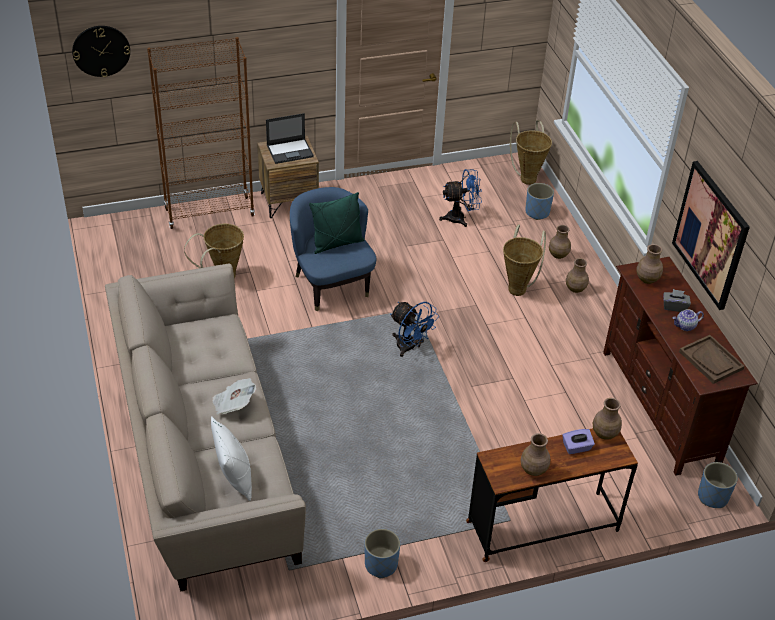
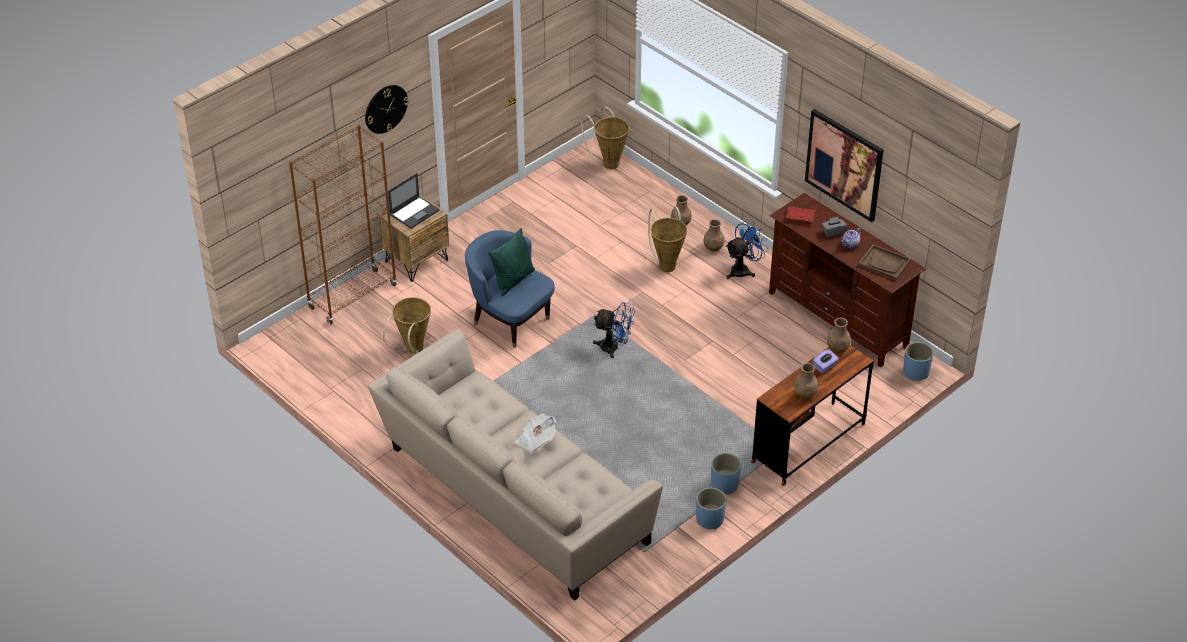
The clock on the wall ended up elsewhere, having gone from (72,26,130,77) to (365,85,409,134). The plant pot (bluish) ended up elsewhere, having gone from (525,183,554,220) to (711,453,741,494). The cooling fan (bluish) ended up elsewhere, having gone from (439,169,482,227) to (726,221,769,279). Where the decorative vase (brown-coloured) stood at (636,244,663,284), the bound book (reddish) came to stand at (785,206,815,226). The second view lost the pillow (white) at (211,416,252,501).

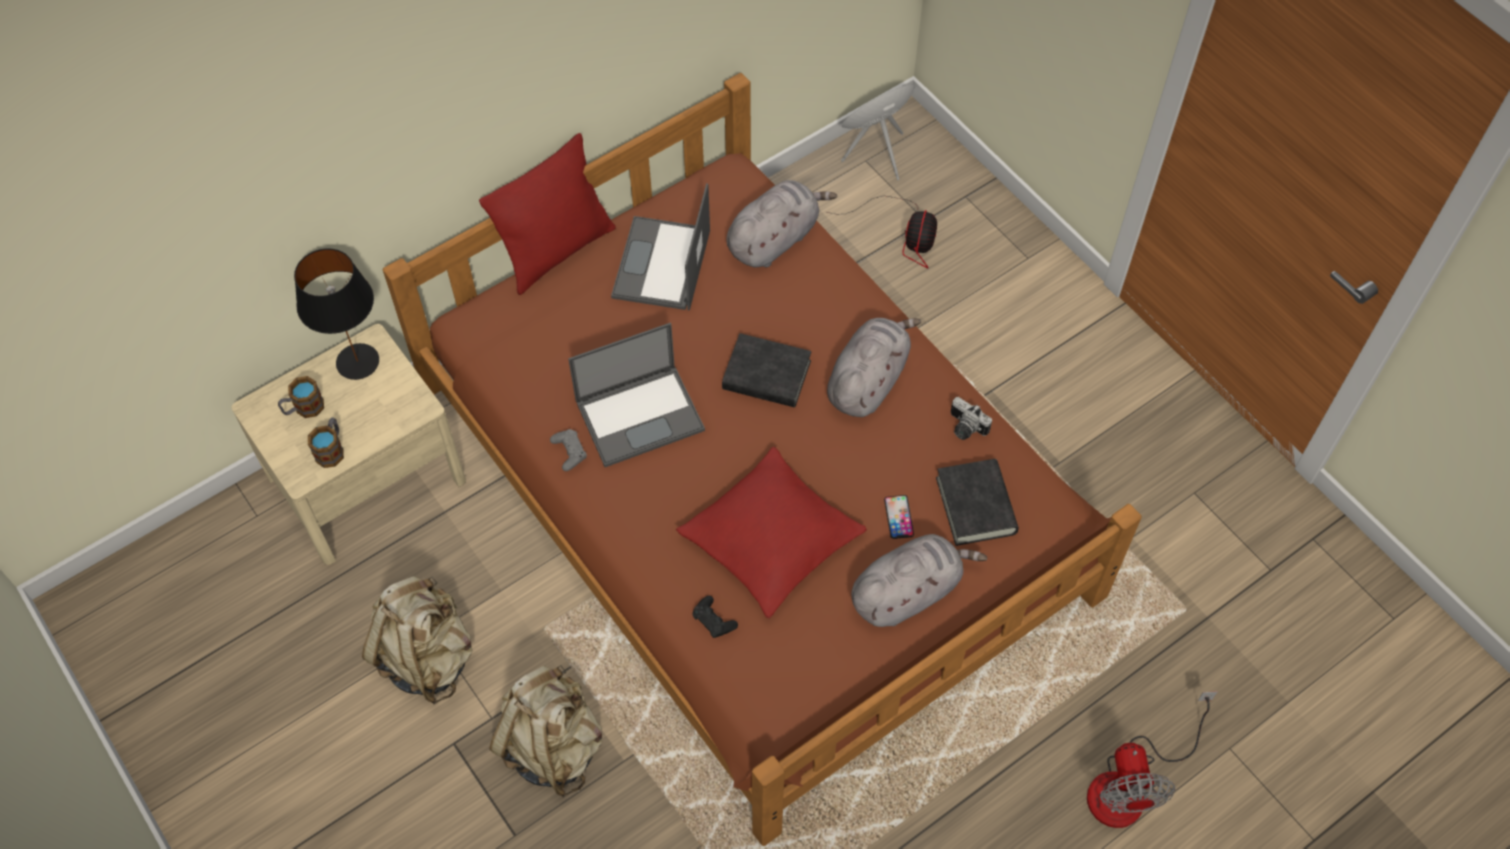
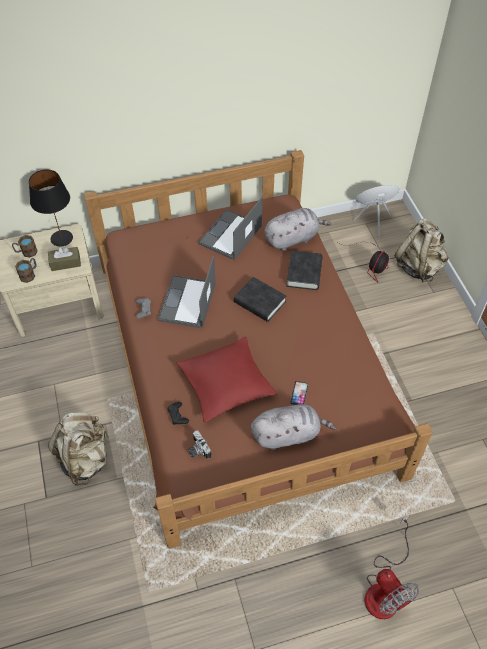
The second view gained the box of tissues (brown-coloured) at (48,247,81,271). The notebook computer at (568,323,705,467) ended up facing another way, 105 degrees clockwise from before. The still camera ended up elsewhere, having gone from (951,397,992,440) to (188,430,211,459). The bound book (black) ended up elsewhere, having gone from (936,459,1019,546) to (286,250,323,290). The cooling fan at (1087,691,1218,828) ended up facing another way, 45 degrees counterclockwise from before. The knapsack (sand-coloured) ended up elsewhere, having gone from (362,576,473,704) to (394,219,449,282). The second view lost the pillow (reddish) at (479,133,615,295). The second view lost the plush toy (greyish) at (827,318,921,417).

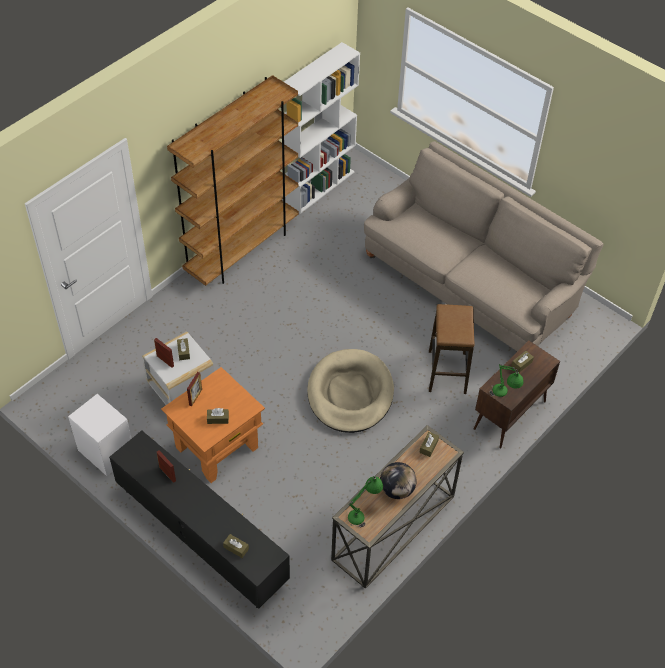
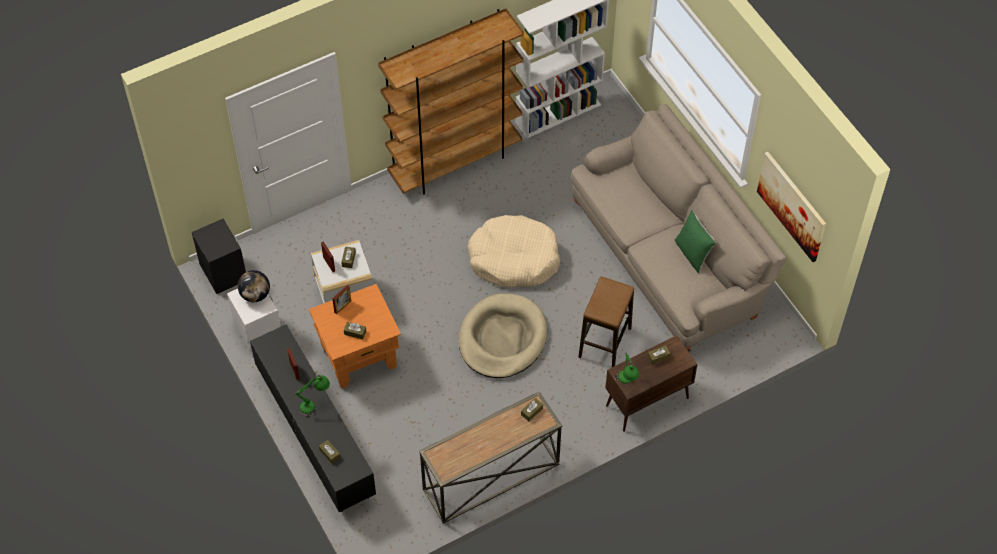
The second view gained the night table (black) at (192,219,246,294). The desk globe ended up elsewhere, having gone from (380,462,417,499) to (238,270,270,302). The lamp for a table (green) ended up elsewhere, having gone from (348,476,383,528) to (295,375,330,417). The second view gained the dog cushion (sand-coloured) at (467,215,560,287). The second view gained the pillow (green) at (675,210,716,273). The second view gained the picture at (757,152,826,262).

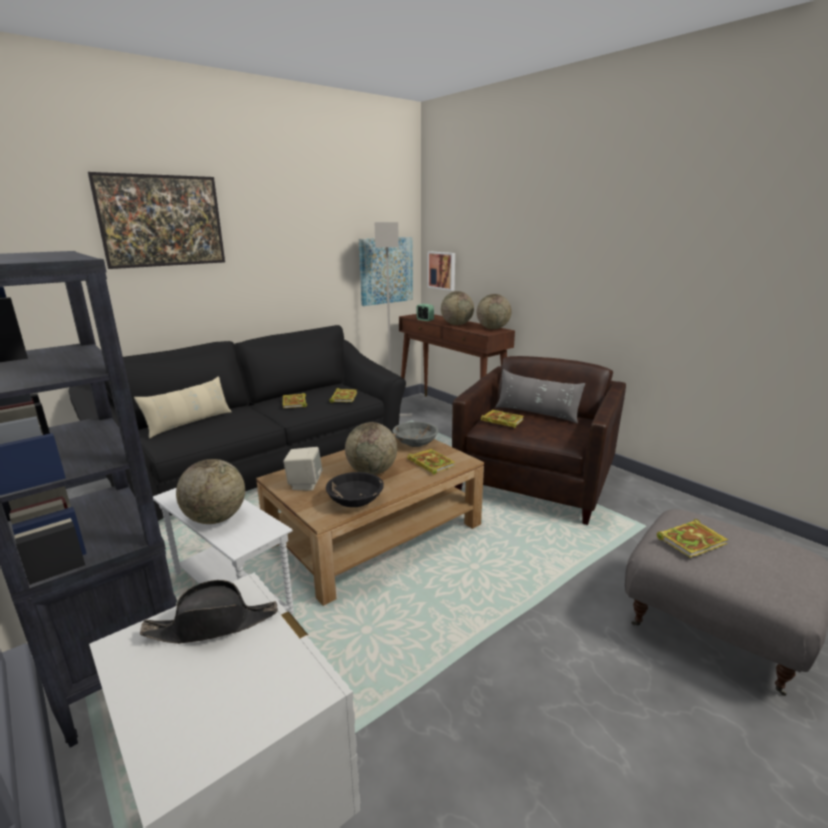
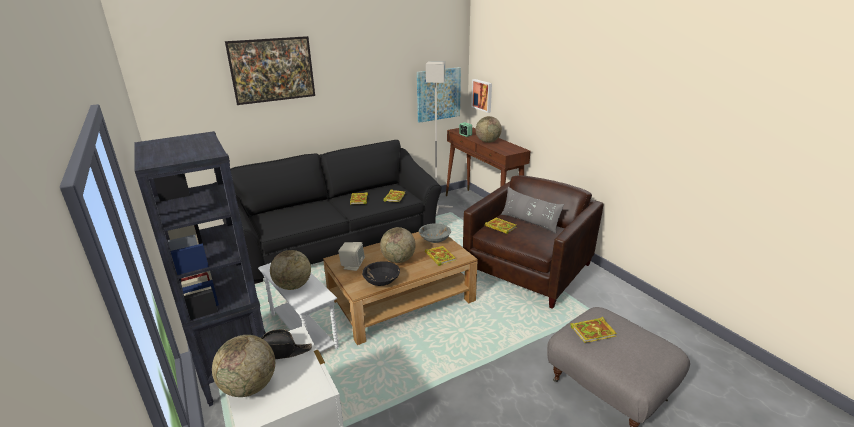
The desk globe ended up elsewhere, having gone from (477,294,512,329) to (212,335,275,397). The second view lost the pillow (sand-coloured) at (134,376,232,439).

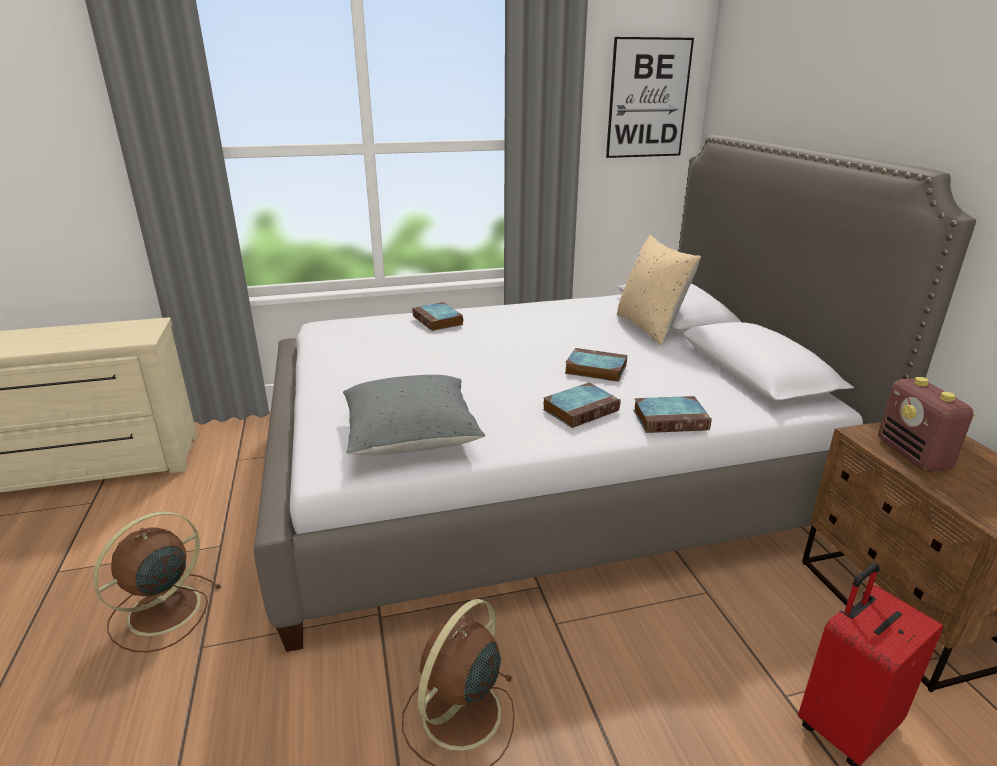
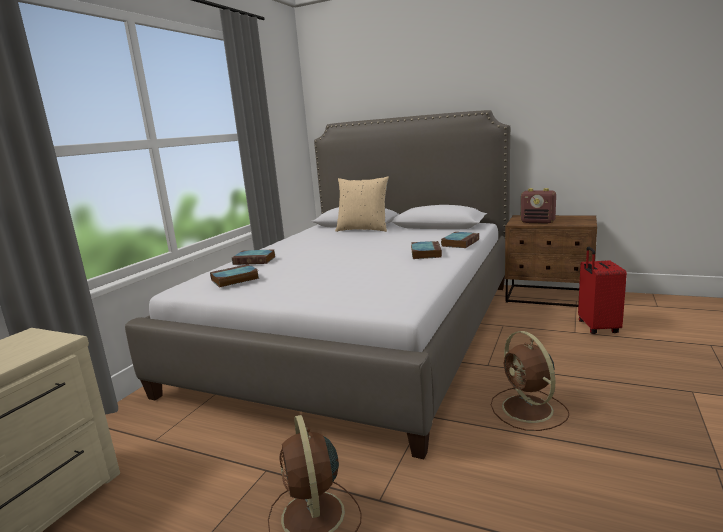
The bound book ended up elsewhere, having gone from (565,348,627,382) to (210,264,259,288). The second view lost the pillow (greyish) at (343,375,485,455). The second view lost the picture at (606,37,694,158).

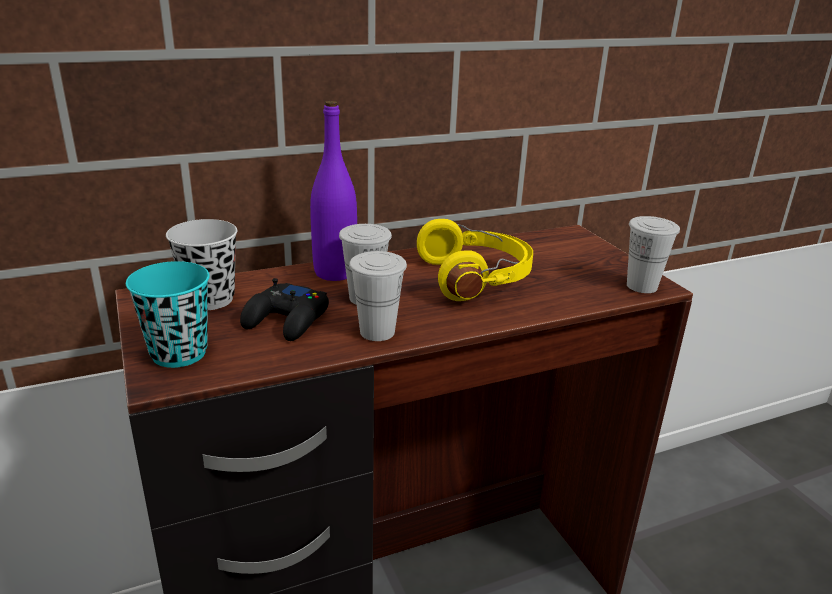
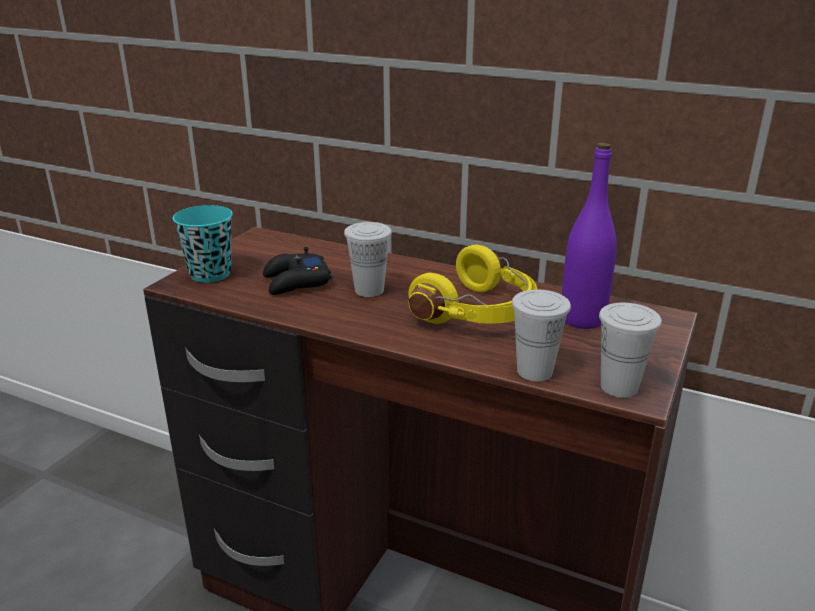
The small cup (white) ended up elsewhere, having gone from (349,251,407,341) to (512,290,571,381). The drink bottle (purplish) ended up elsewhere, having gone from (310,101,357,281) to (562,143,617,329). The second view lost the small cup (black) at (166,219,237,310).

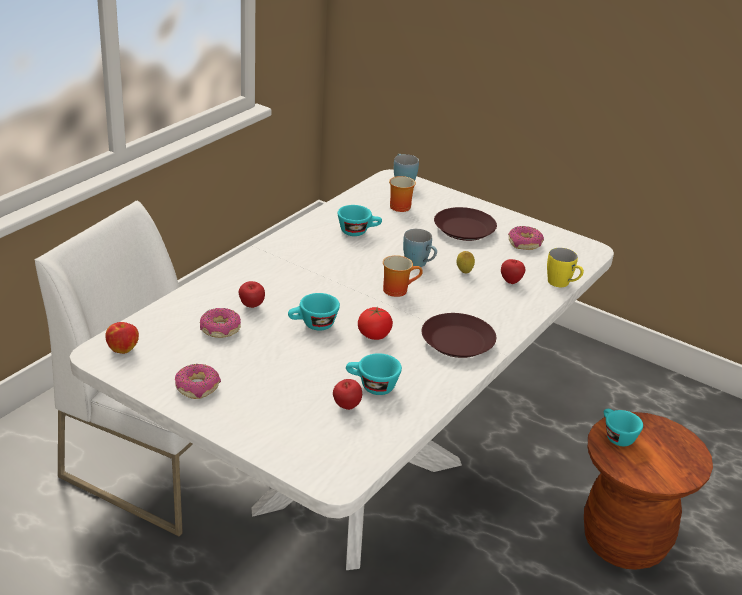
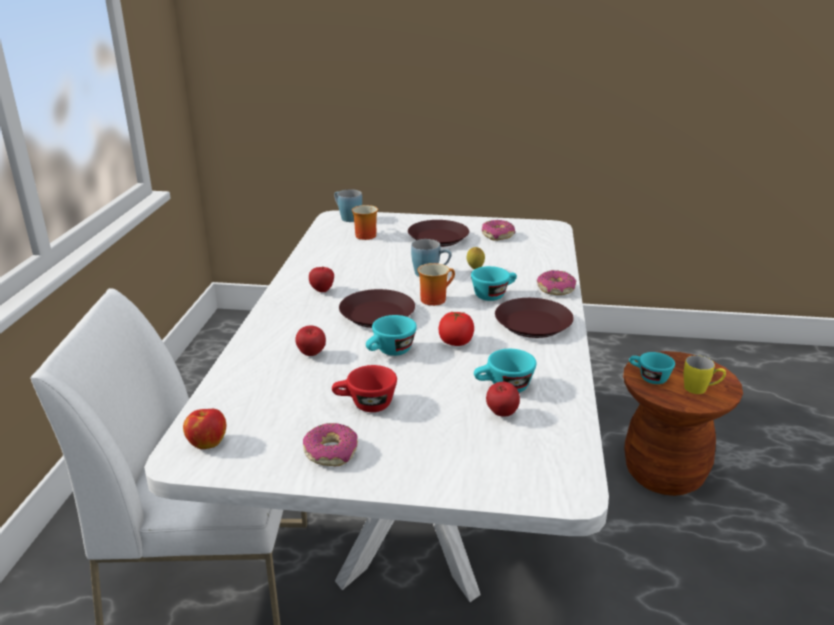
The apple fruit ended up elsewhere, having gone from (501,259,525,284) to (309,266,334,292). The second view gained the small cup (reddish) at (332,365,397,412). The second view gained the dinner plate (brown-coloured) at (339,289,415,328). The small cup (turquoise) ended up elsewhere, having gone from (338,205,382,236) to (471,266,517,301). The ring doughnut ended up elsewhere, having gone from (200,308,241,338) to (537,270,576,295). The mug (yellowish) ended up elsewhere, having gone from (547,248,584,287) to (684,355,726,394).

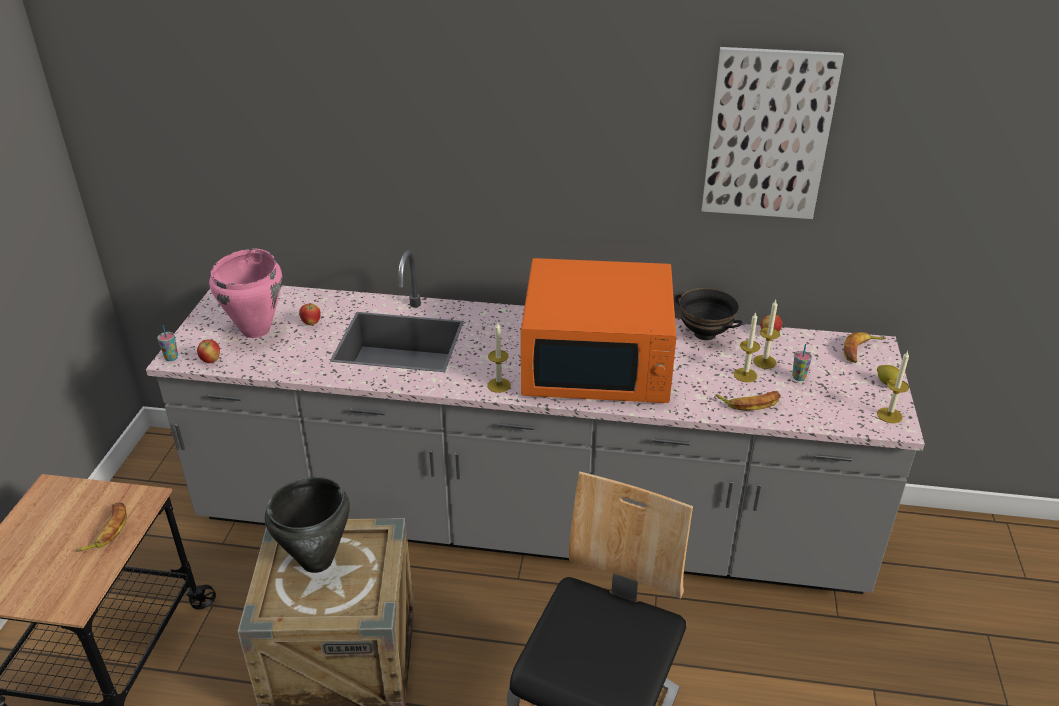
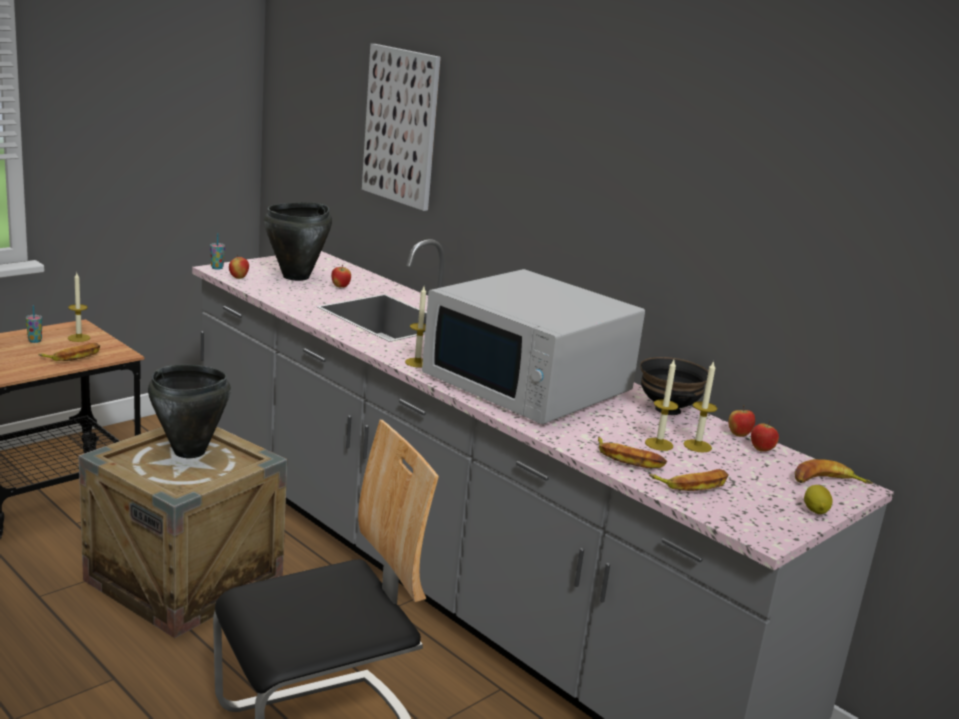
The small cup ended up elsewhere, having gone from (792,344,812,381) to (26,305,42,343). The wax candle ended up elsewhere, having gone from (877,351,909,423) to (68,273,90,342). What was the cooking pot (pink-coloured) at (209,249,282,338) turned into the cooking pot (black) at (264,202,332,281). The picture ended up elsewhere, having gone from (702,47,844,219) to (362,44,441,211). What was the kitchen microwave (orangey) at (521,258,676,403) turned into the kitchen microwave (white) at (422,269,645,424). The second view gained the banana at (649,469,729,491). The second view gained the apple fruit at (751,420,779,452).

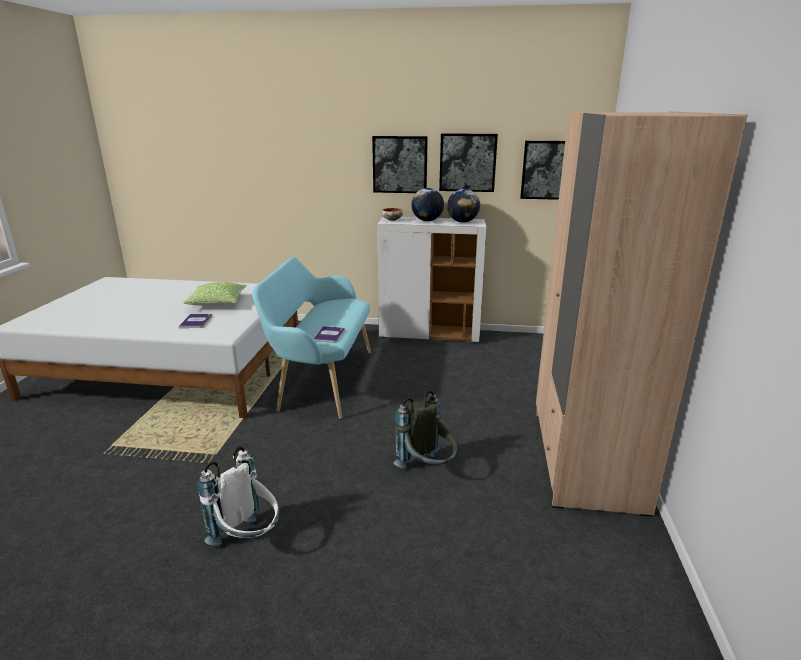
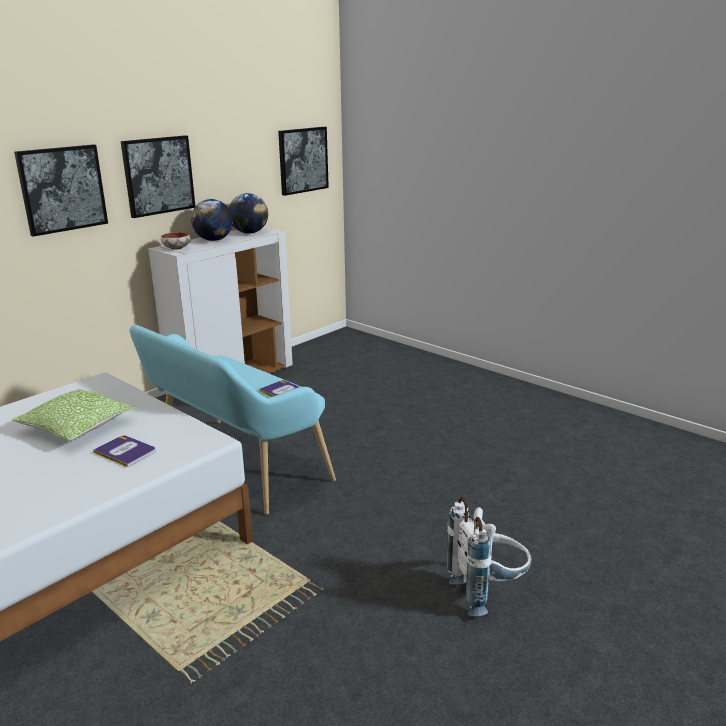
The picture ended up elsewhere, having gone from (439,133,498,192) to (14,145,108,237). The second view lost the knapsack (greyish) at (393,390,457,469). The second view lost the clothes cupboard (sand-coloured) at (536,111,748,516).

